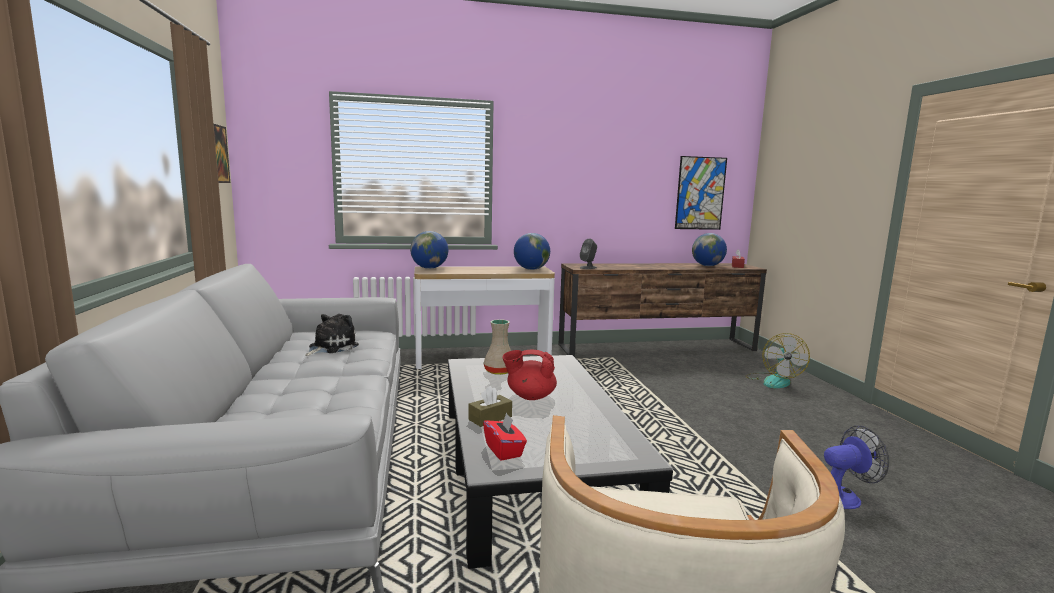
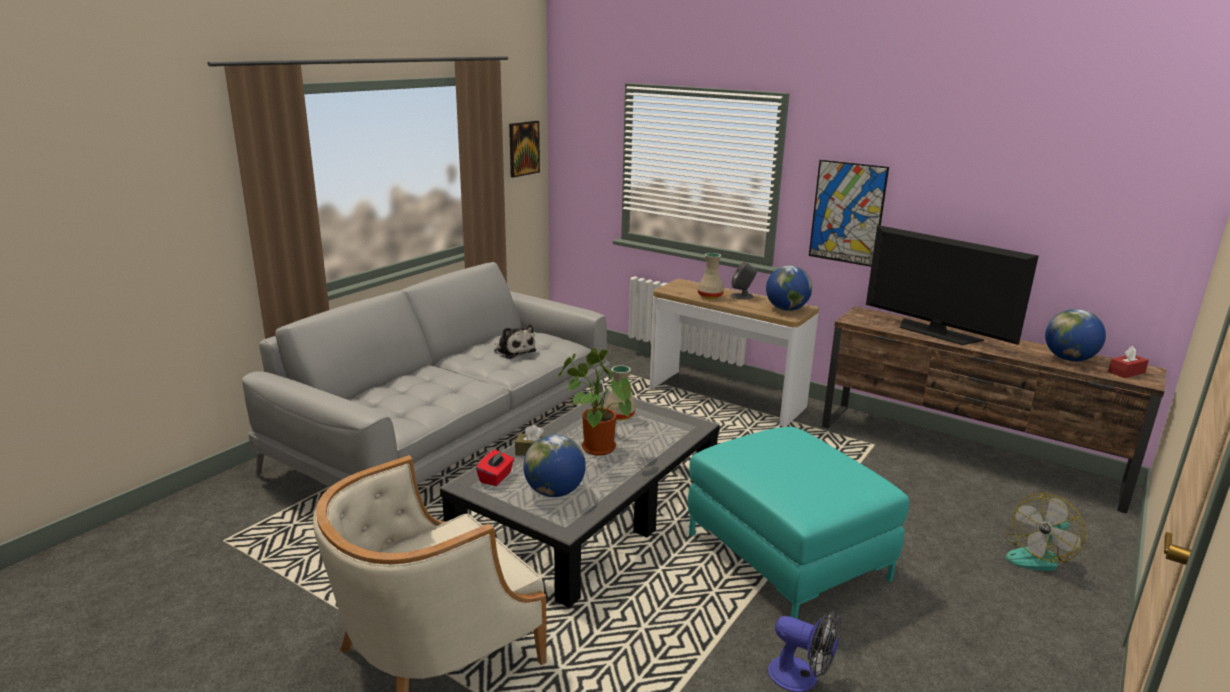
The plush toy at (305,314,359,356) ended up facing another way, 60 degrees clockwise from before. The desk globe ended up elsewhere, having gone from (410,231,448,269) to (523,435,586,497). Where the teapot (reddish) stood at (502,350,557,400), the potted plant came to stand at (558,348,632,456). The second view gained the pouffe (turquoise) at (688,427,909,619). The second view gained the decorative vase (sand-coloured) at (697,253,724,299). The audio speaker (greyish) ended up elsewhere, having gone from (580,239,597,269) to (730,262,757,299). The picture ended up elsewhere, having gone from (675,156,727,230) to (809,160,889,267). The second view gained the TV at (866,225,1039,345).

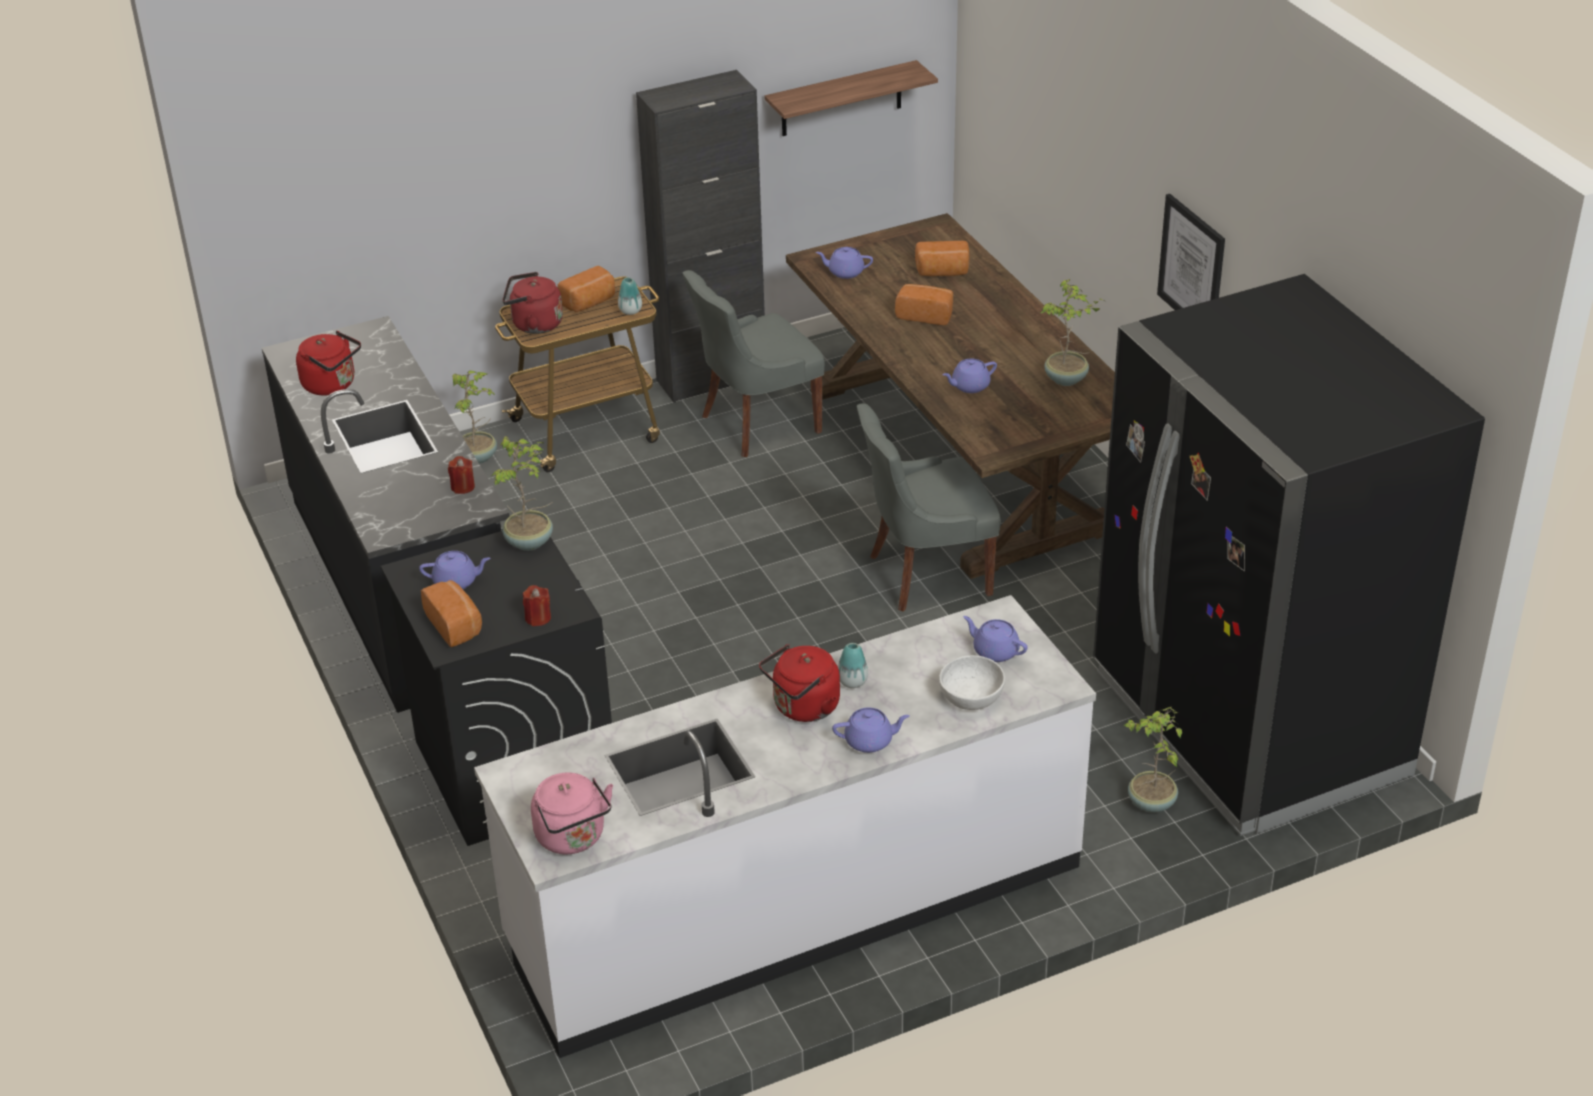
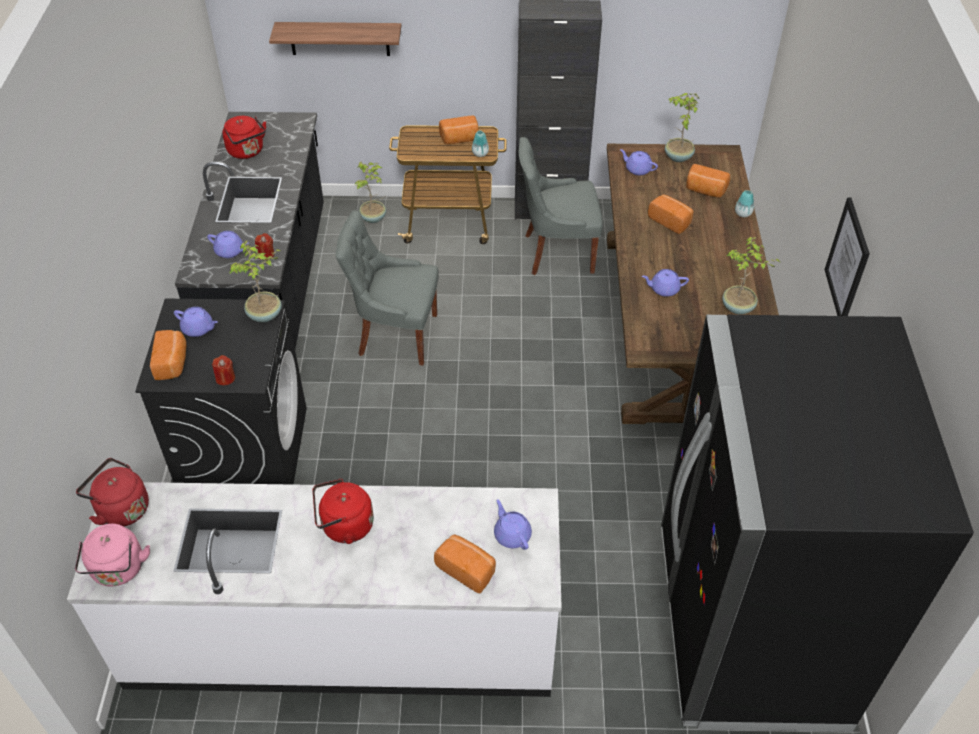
The tea kettle (reddish) ended up elsewhere, having gone from (503,272,563,334) to (76,458,149,527). The teapot (purplish) ended up elsewhere, having gone from (832,708,910,753) to (207,231,249,258). The bracket shelf ended up elsewhere, having gone from (764,60,938,136) to (269,22,401,56). The plain chair (greyish) ended up elsewhere, having gone from (857,403,1001,611) to (335,210,438,365). Where the serving bowl (white) stood at (939,655,1005,710), the baked bread came to stand at (434,535,496,593). The potted plant ended up elsewhere, having gone from (1123,707,1182,813) to (665,93,699,162). The decorative vase ended up elsewhere, having gone from (838,643,868,688) to (735,190,754,217).

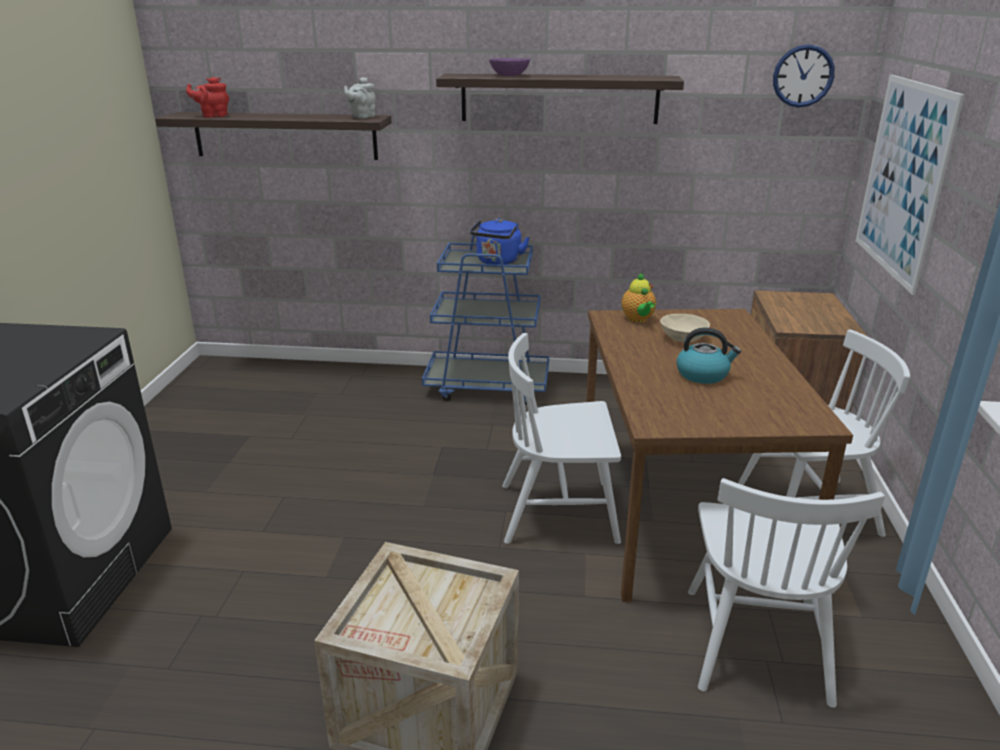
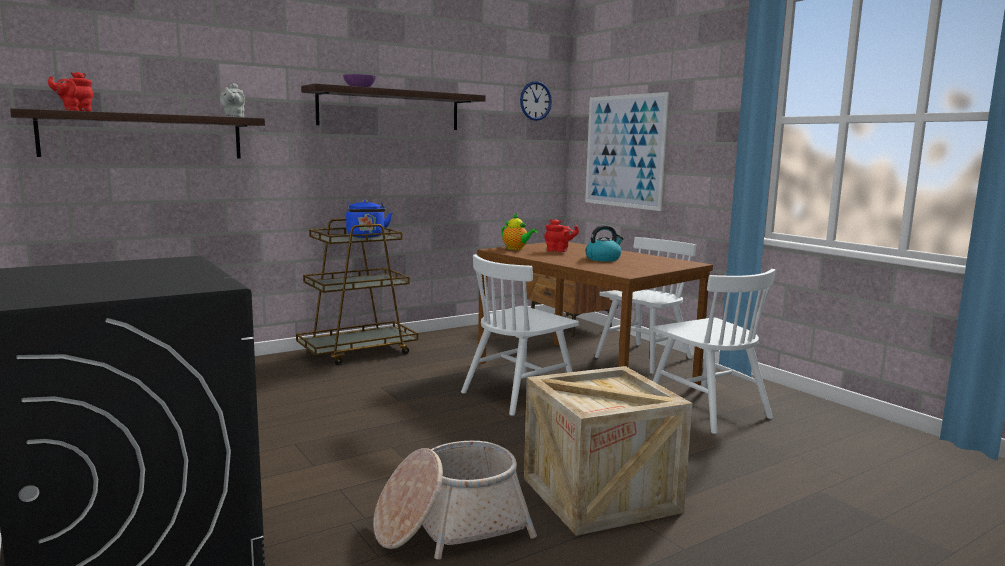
What was the wheeled cart (bluish) at (422,236,549,405) turned into the wheeled cart (brown-coloured) at (296,218,418,365). The second view gained the basket at (373,441,537,559). Where the serving bowl (sand-coloured) stood at (660,314,710,342), the teapot (reddish) came to stand at (544,219,579,252).

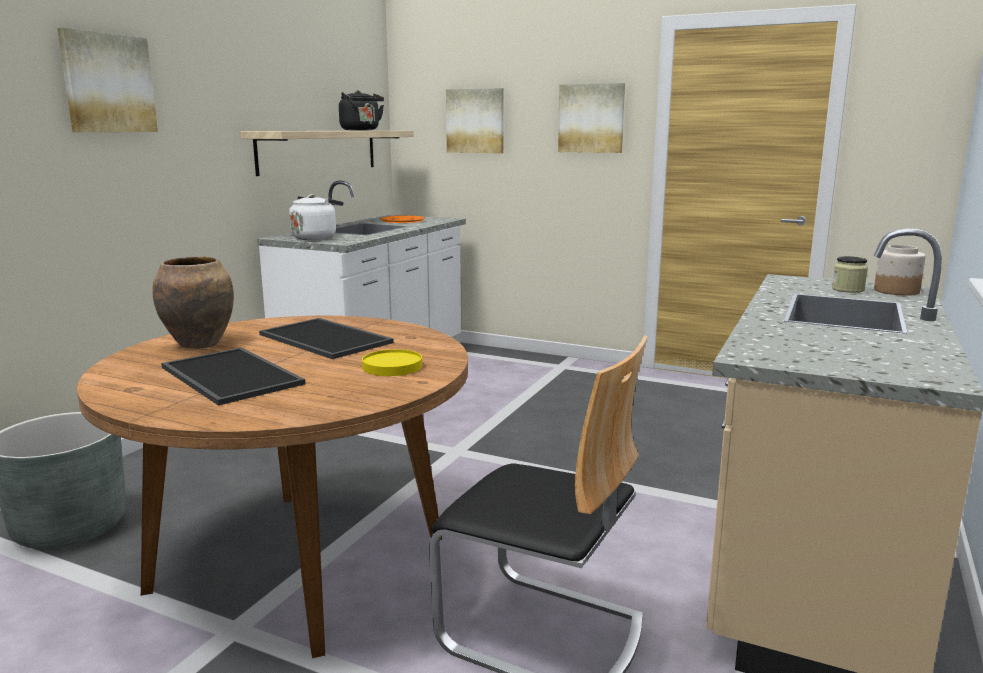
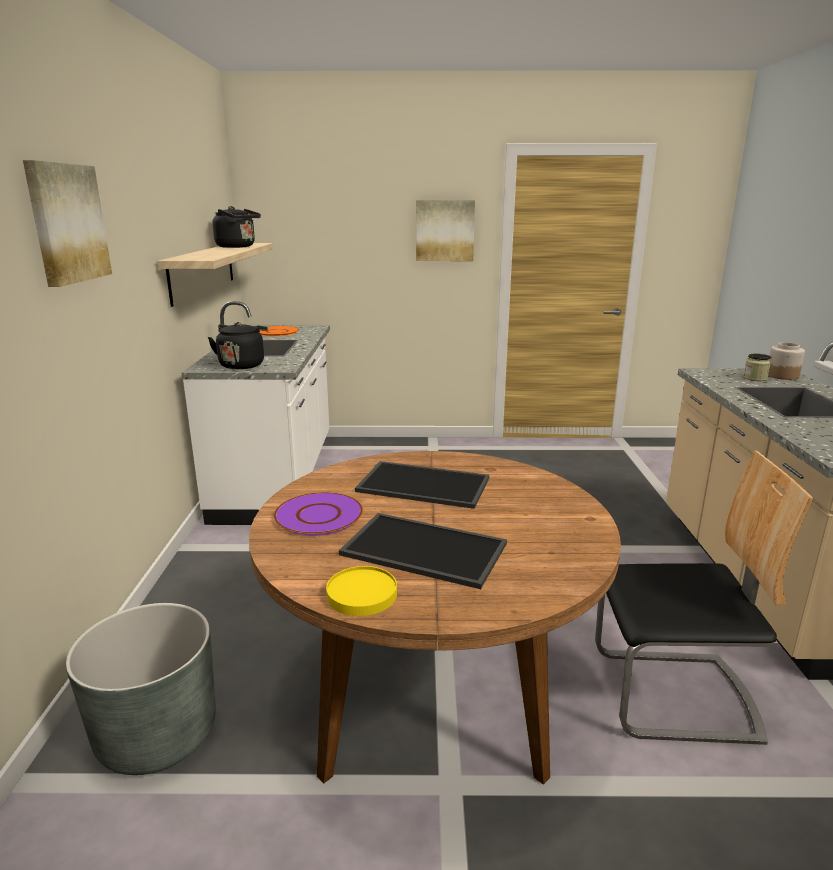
What was the tea kettle (white) at (289,194,343,240) turned into the tea kettle (black) at (208,322,268,369). Where the decorative vase (brown-coloured) stood at (152,256,234,349), the dinner plate (purplish) came to stand at (273,492,363,536). The dinner plate (yellowish) ended up elsewhere, having gone from (362,349,422,376) to (326,566,397,616). The second view lost the picture at (446,88,504,153).

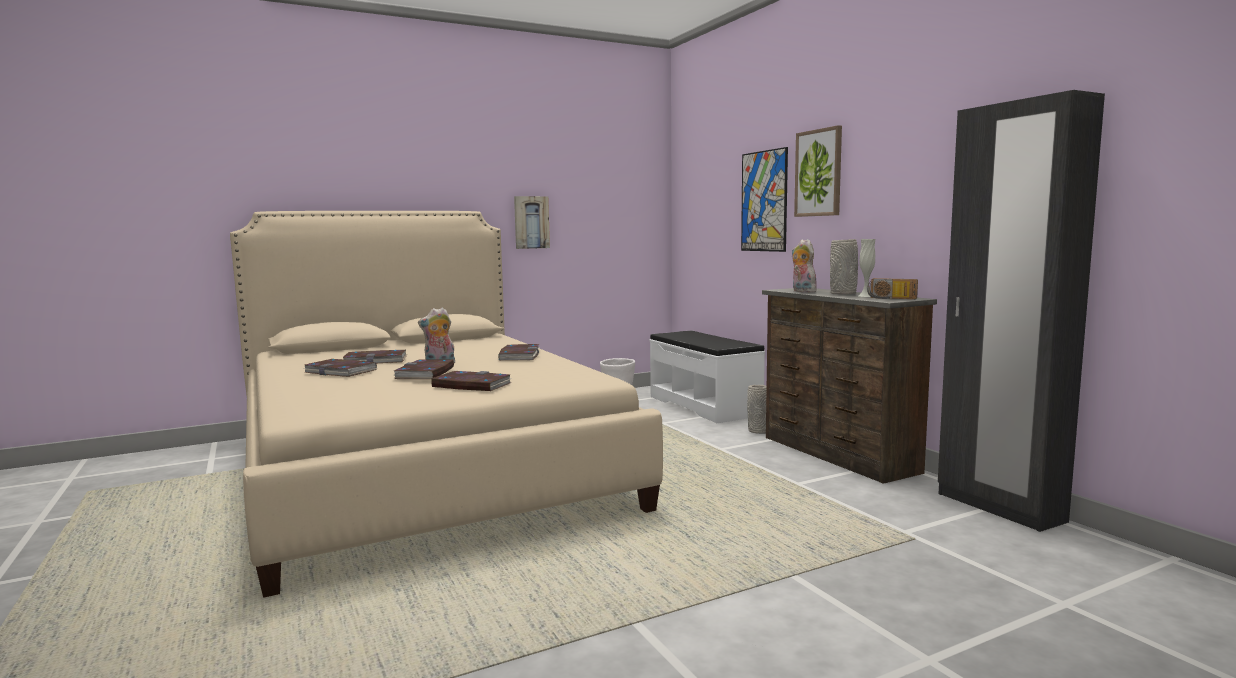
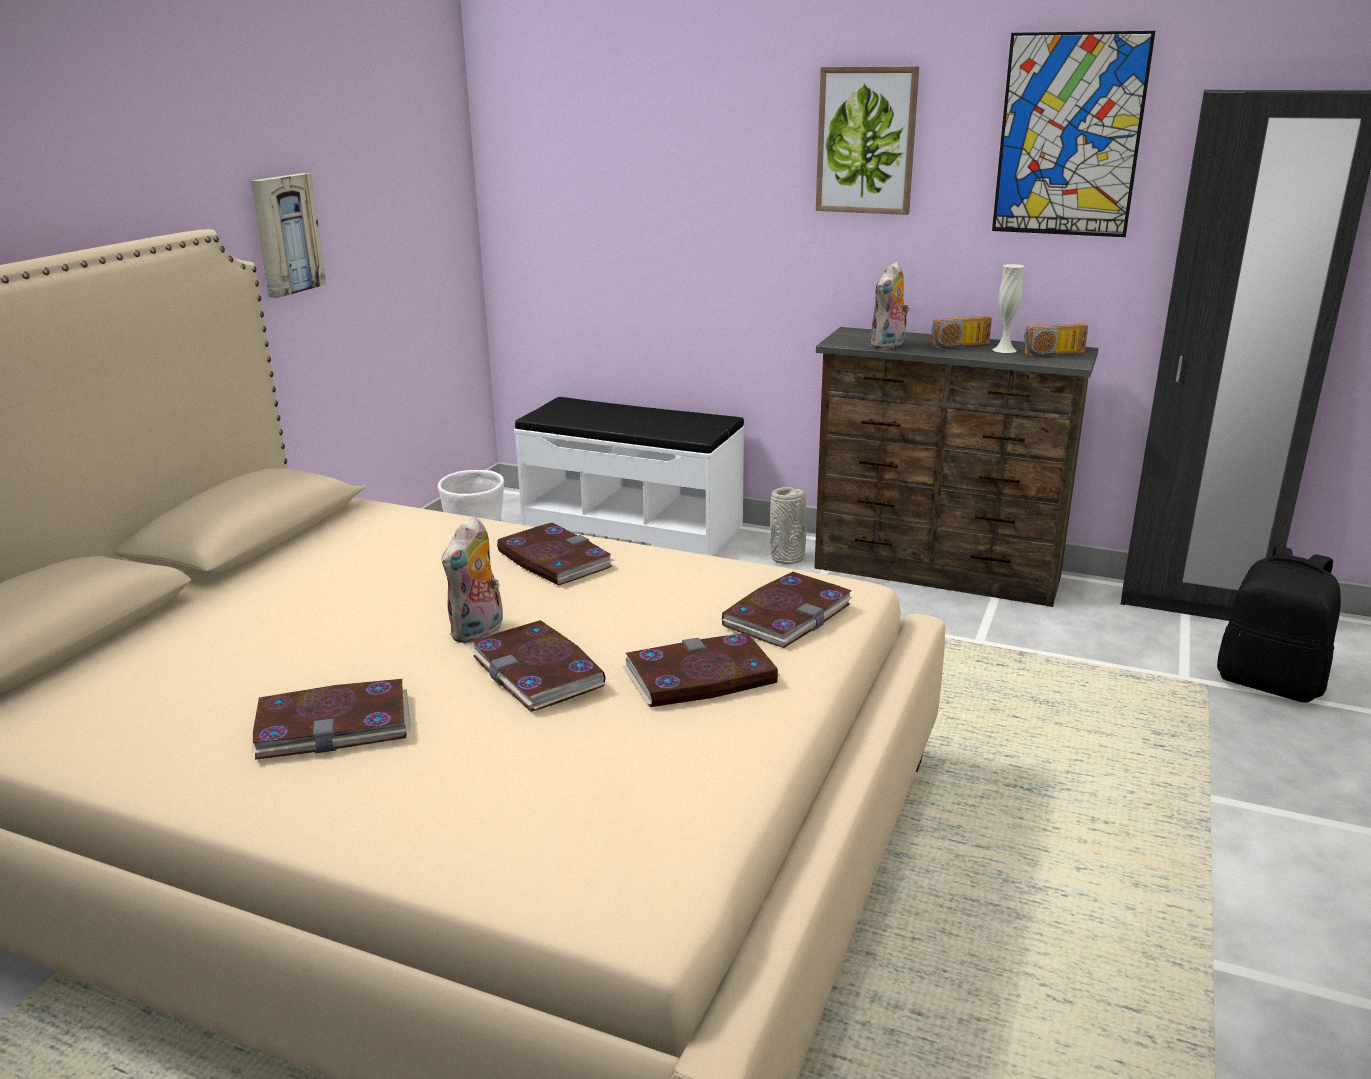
The bound book ended up elsewhere, having gone from (343,350,407,363) to (722,572,853,648). The plush toy at (792,239,817,292) ended up facing another way, 75 degrees counterclockwise from before. Where the decorative vase (greyish) stood at (830,239,858,294), the radio set came to stand at (931,316,992,350). The picture ended up elsewhere, having gone from (741,147,788,252) to (992,31,1155,237). The second view gained the knapsack (black) at (1217,546,1341,703).

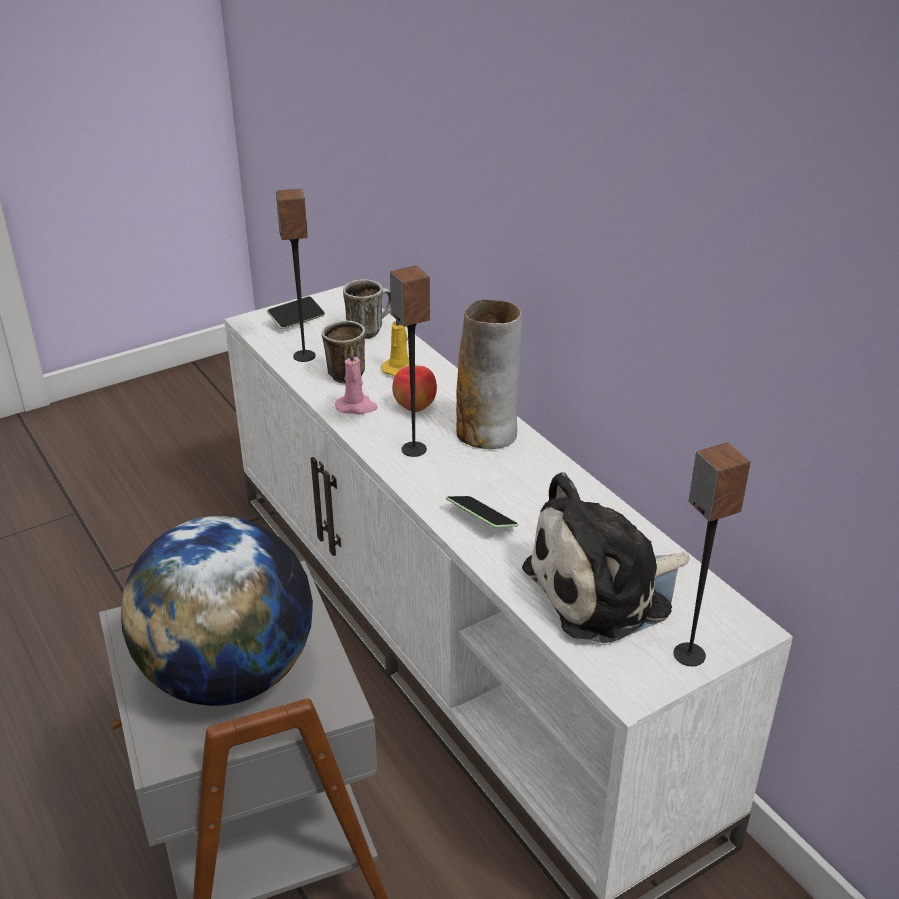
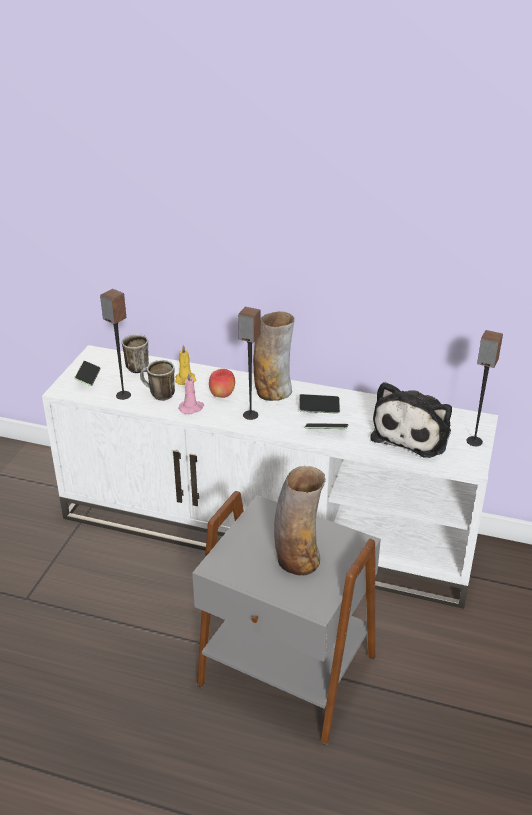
Where the desk globe stood at (121,516,313,706), the decorative vase came to stand at (274,466,326,576). The second view gained the telephone at (299,394,340,414).

